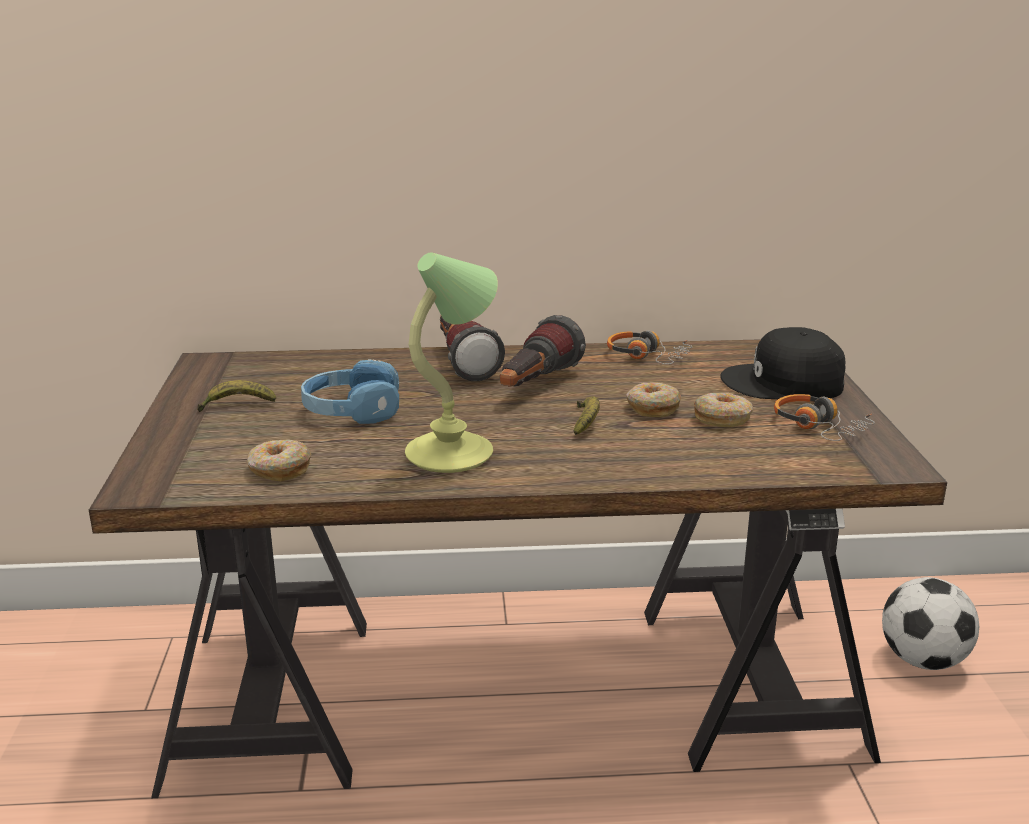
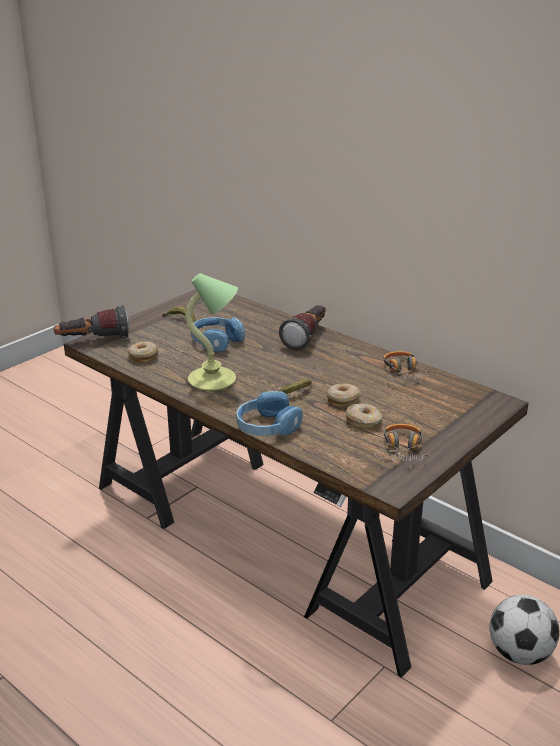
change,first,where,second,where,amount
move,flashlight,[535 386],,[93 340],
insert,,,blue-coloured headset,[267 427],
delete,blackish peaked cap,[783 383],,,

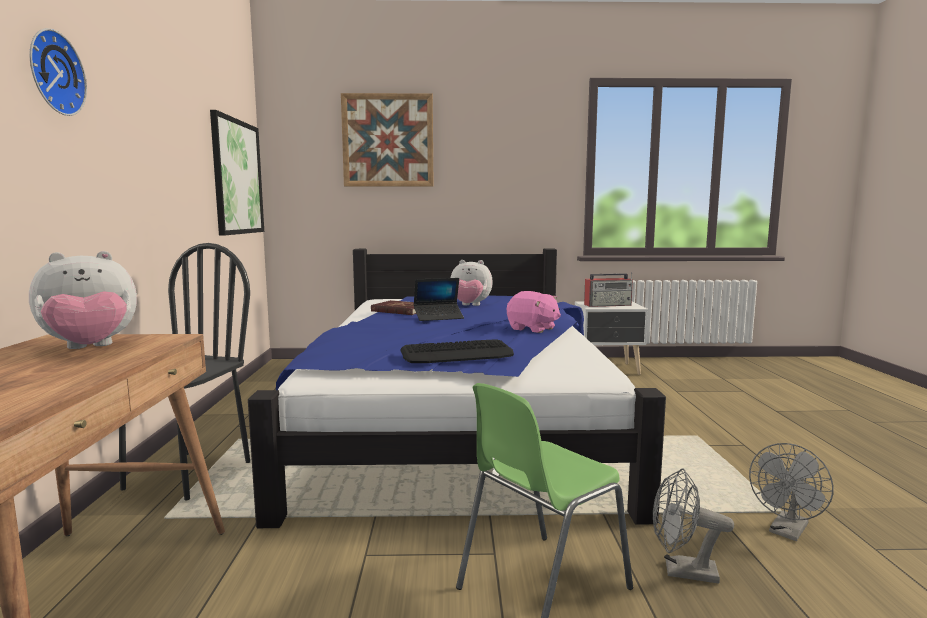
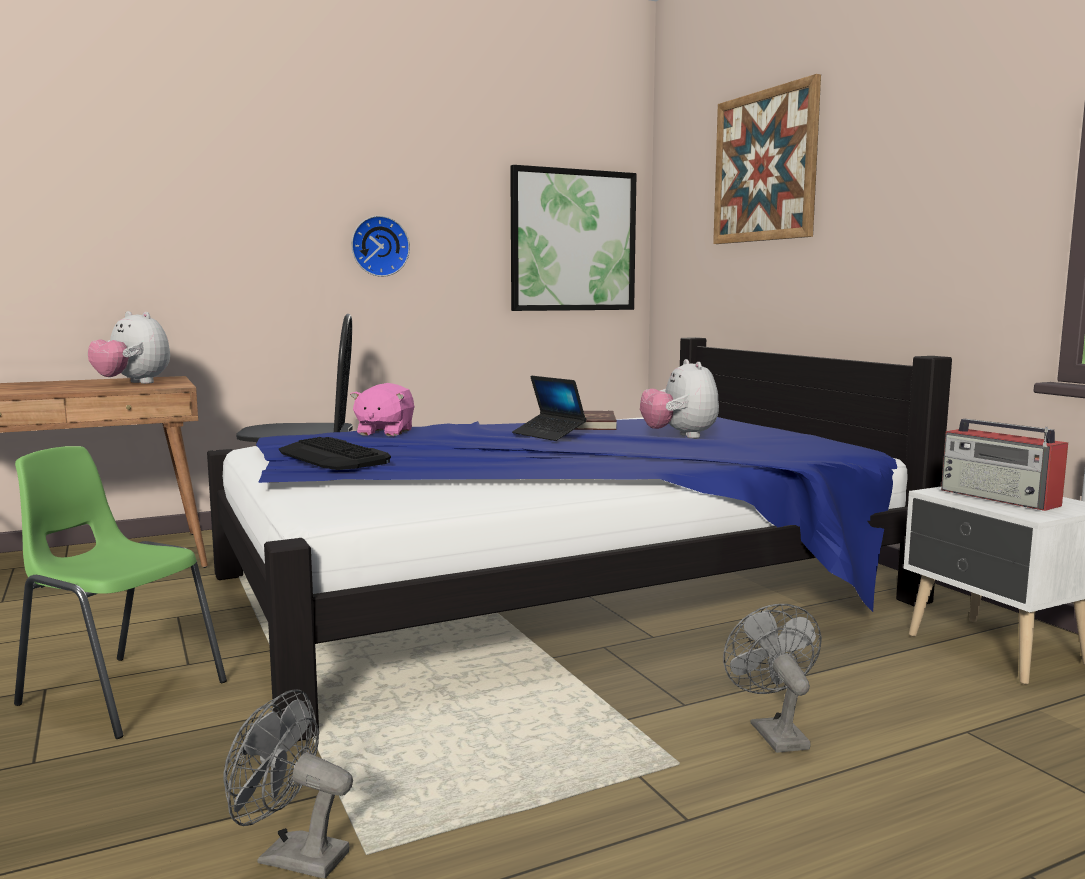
change,first,where,second,where,amount
move,pink soft toy,[532 329],,[384 432],
move,hanging clock,[52 73],,[379 246],
move,grey cooling fan,[682 571],,[773 732],

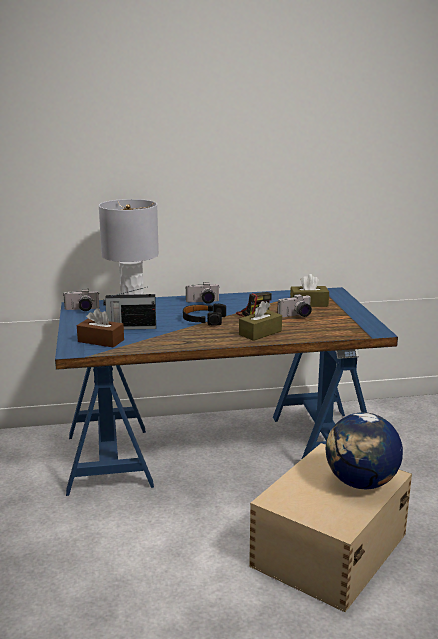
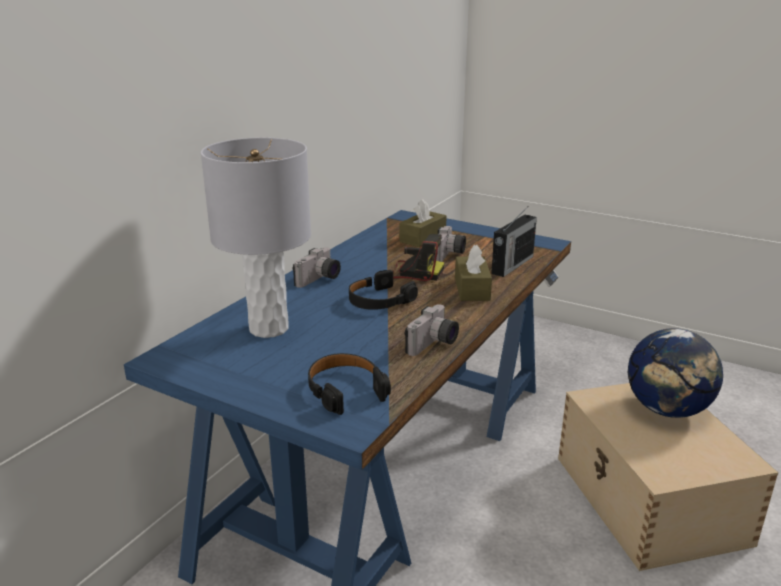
change,first,where,second,where,amount
replace,brown-coloured tissue holder,[101 341],blackish headset,[345 390],
move,photo camera,[81 310],,[434 345],
move,radio set,[130 327],,[511 265],

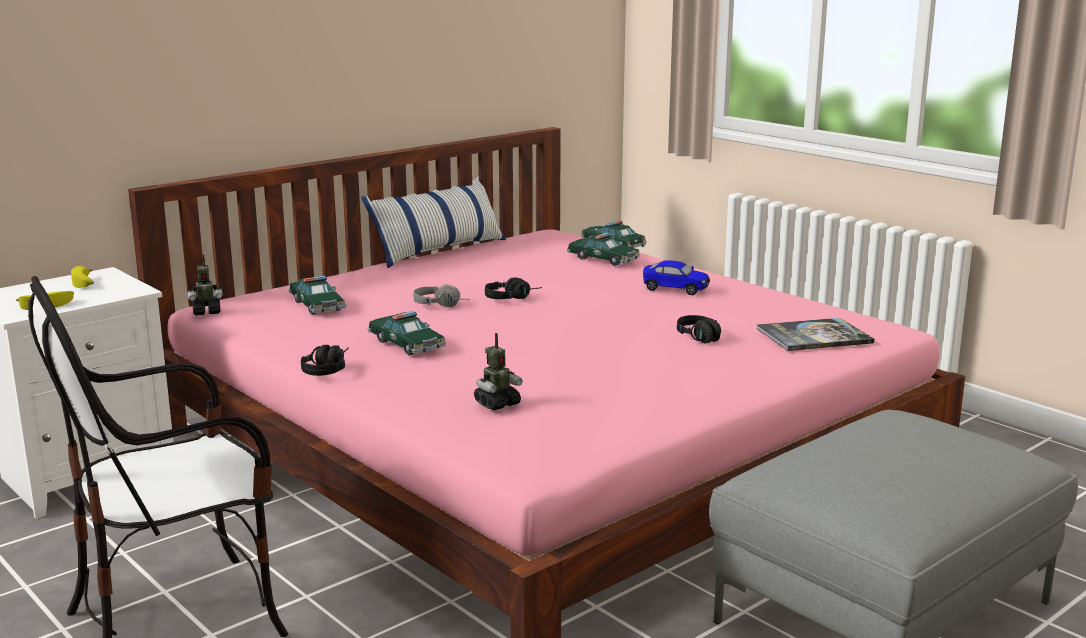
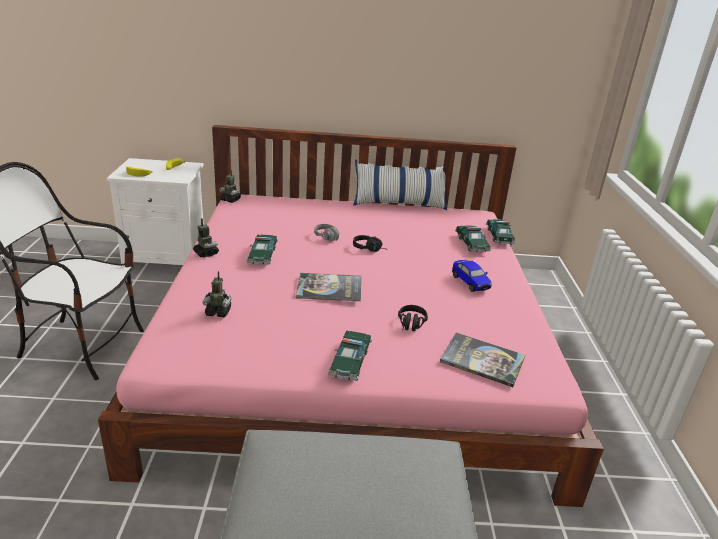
change,first,where,second,where,amount
replace,blackish headset,[328 369],model robot,[206 253],
insert,,,bound book,[329 288],
move,toy car,[317 305],,[350 361],

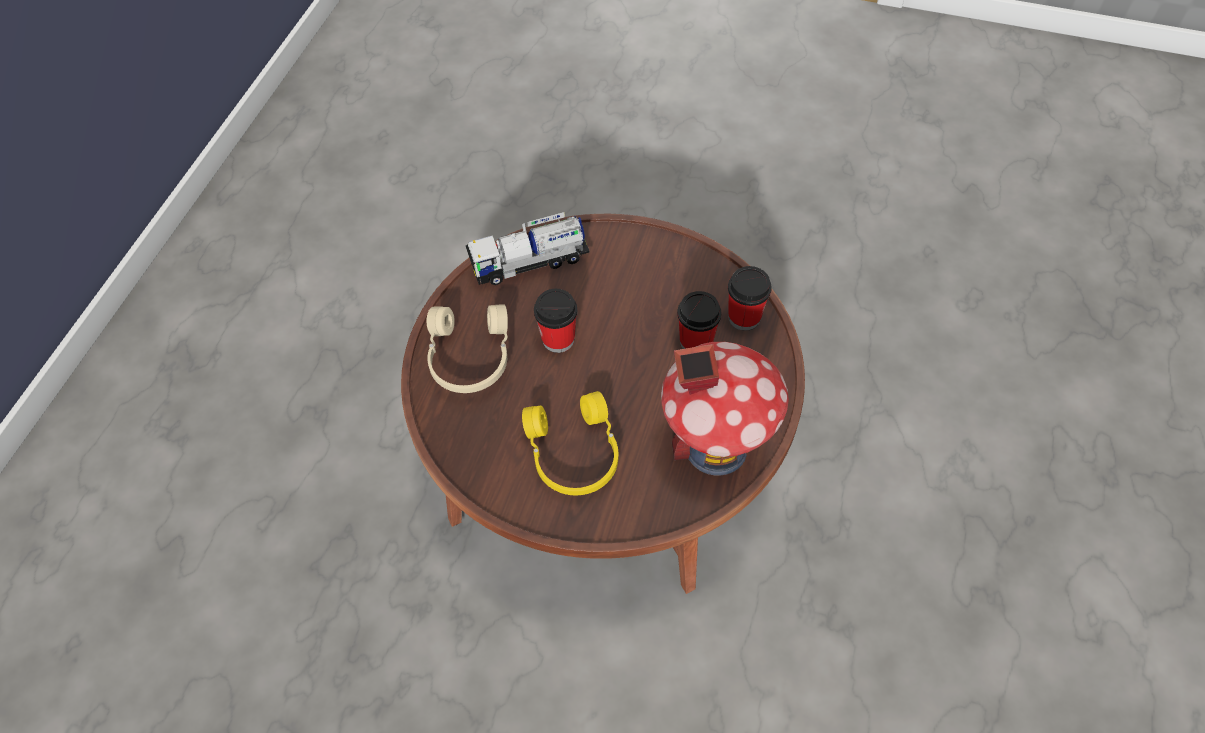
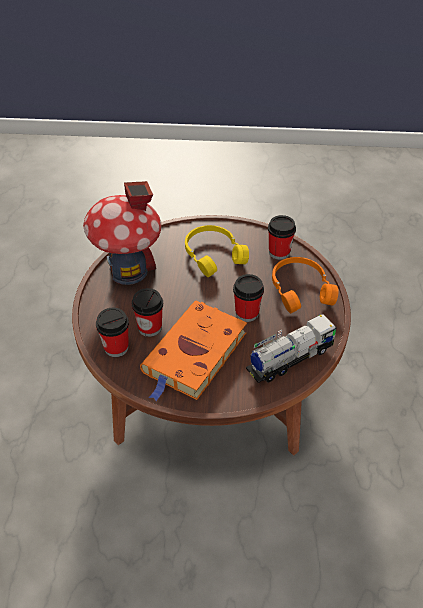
change,first,where,second,where,amount
insert,,,orange-coloured bound book,[194 355],
insert,,,small cup,[279 252],
recolor,beige-coloured headset,[468 357],orange-coloured headset,[301 289],

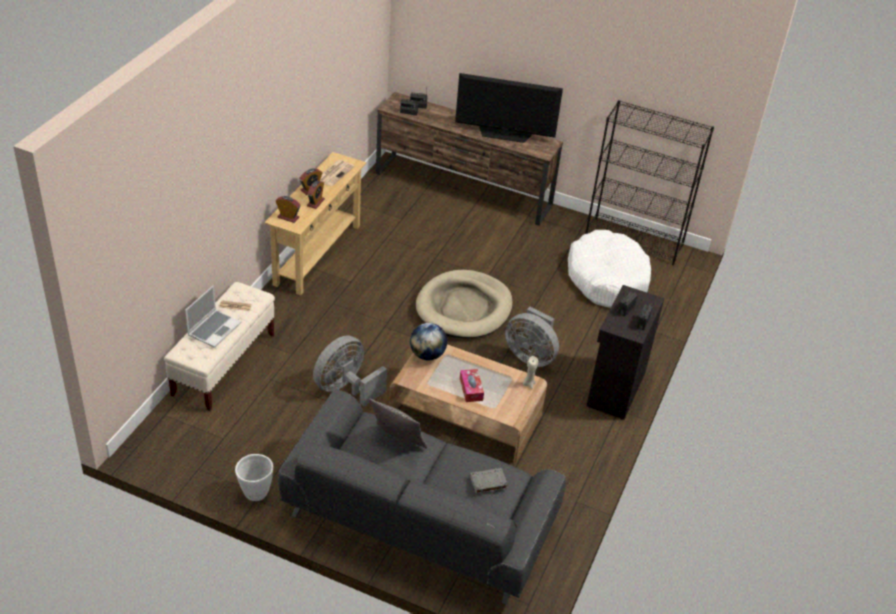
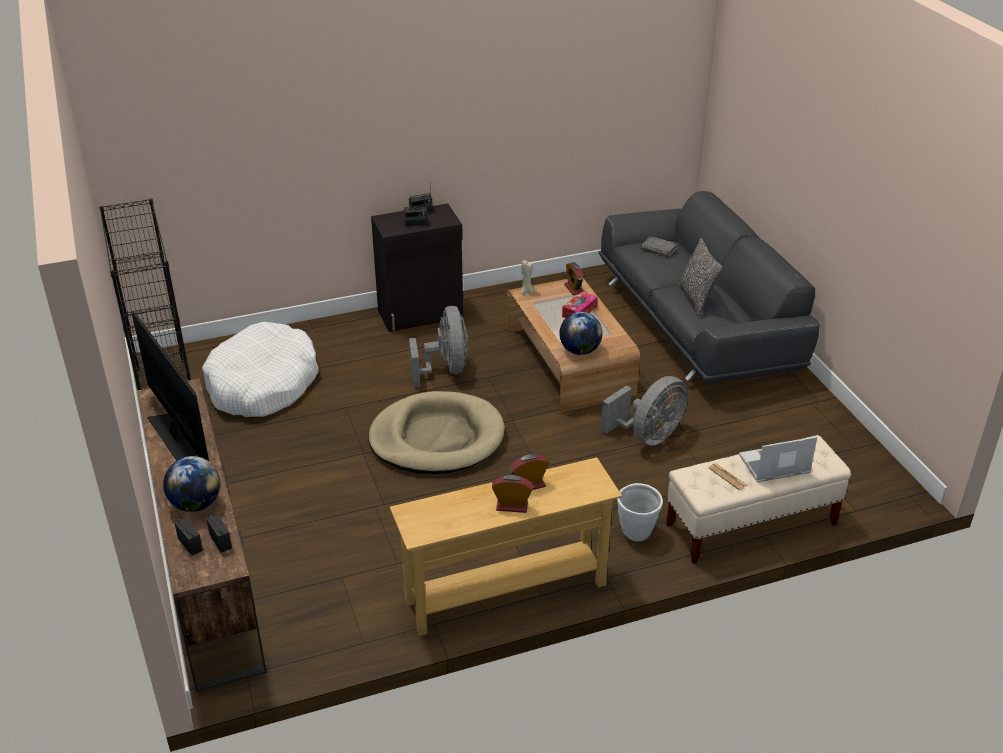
change,first,where,second,where,amount
insert,,,world globe,[196 504],
move,alarm clock,[288 217],,[573 288],
rotate,grey cooling fan,[346 388],,[648 436],45 degrees counterclockwise
move,white planter,[255 493],,[637 533],
delete,printed paper,[334 173],,,

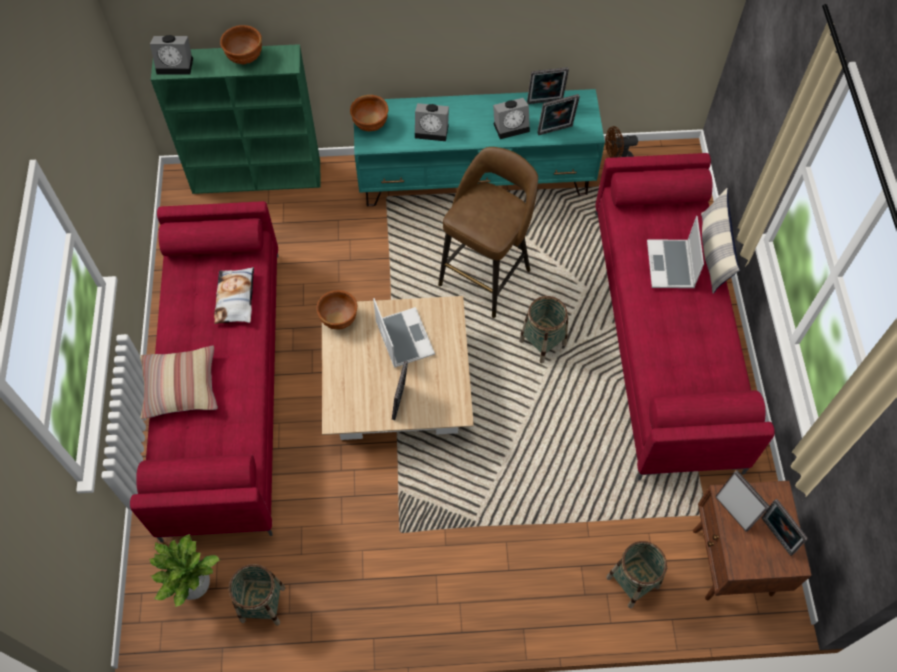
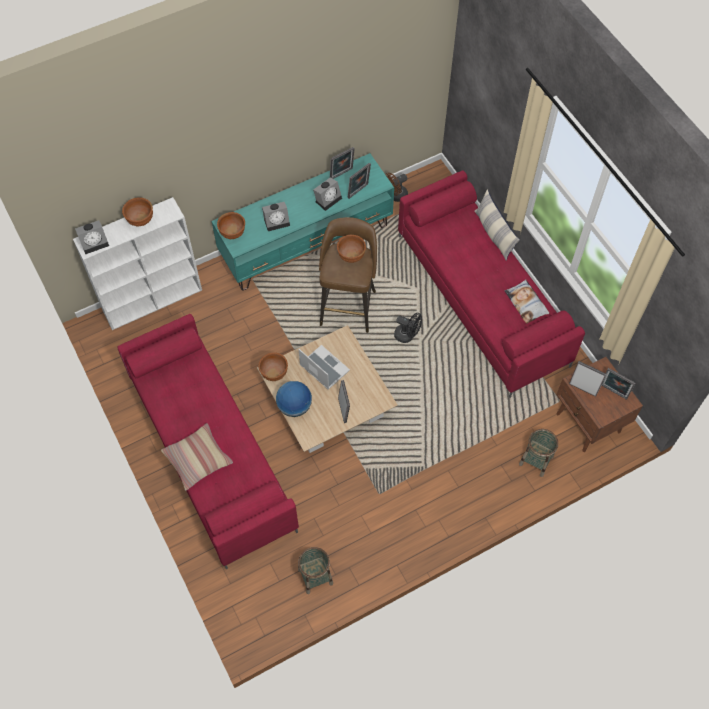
change,first,where,second,where,amount
recolor,greenish bookshelf,[258 177],white bookshelf,[153 299],
insert,,,world globe,[294 406],
insert,,,brown-coloured bowl,[351 255],
replace,storage basket,[542 342],blackish cooling fan,[407 335],
move,pillow,[236 298],,[526 303],
delete,plant in a pot,[195 585],,,
delete,notebook computer,[671 266],,,

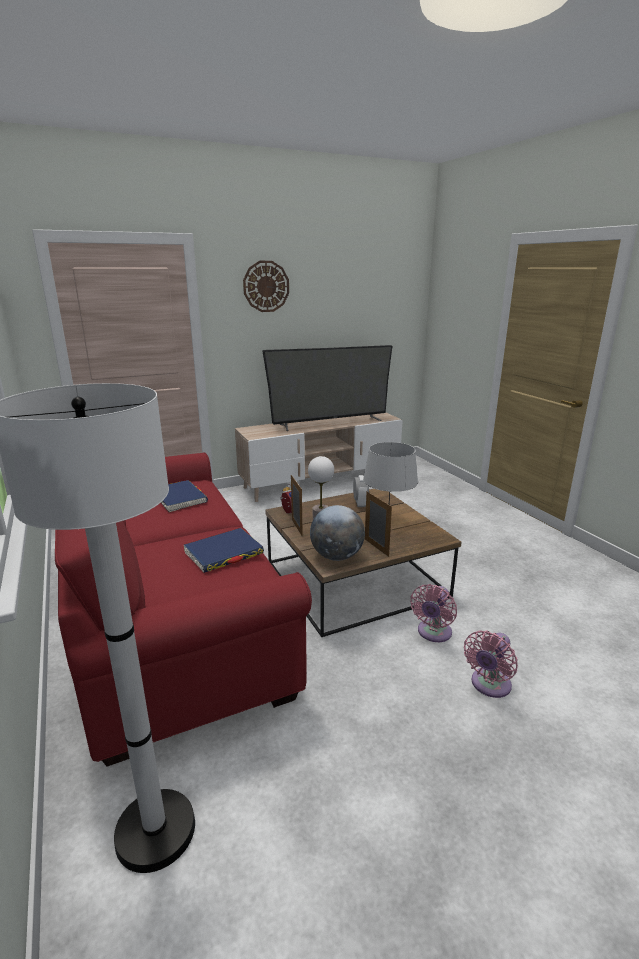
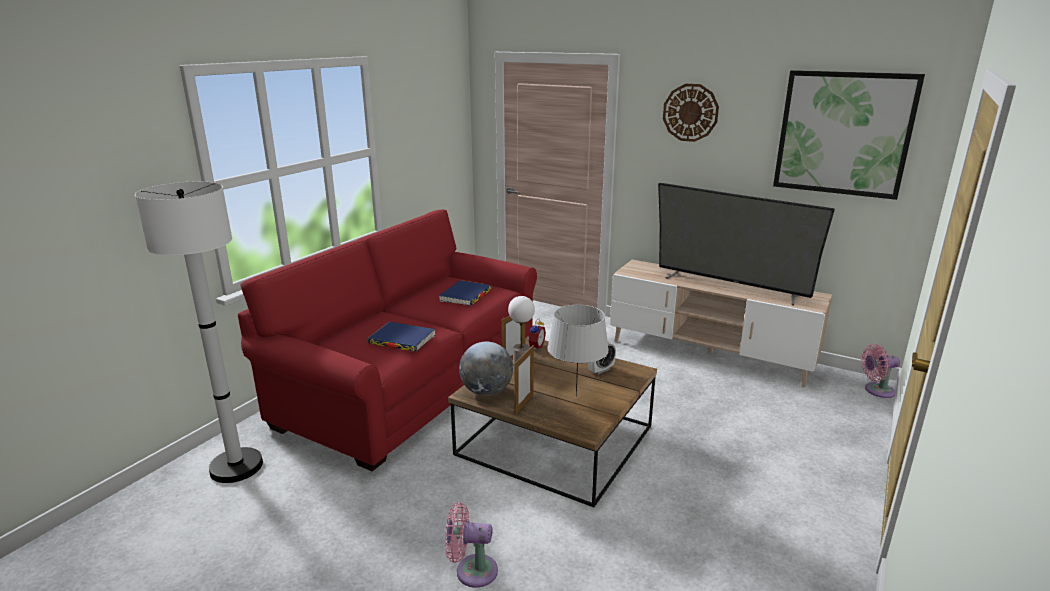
change,first,where,second,where,amount
insert,,,picture,[843 133],
move,pink cooling fan,[433 633],,[876 391],

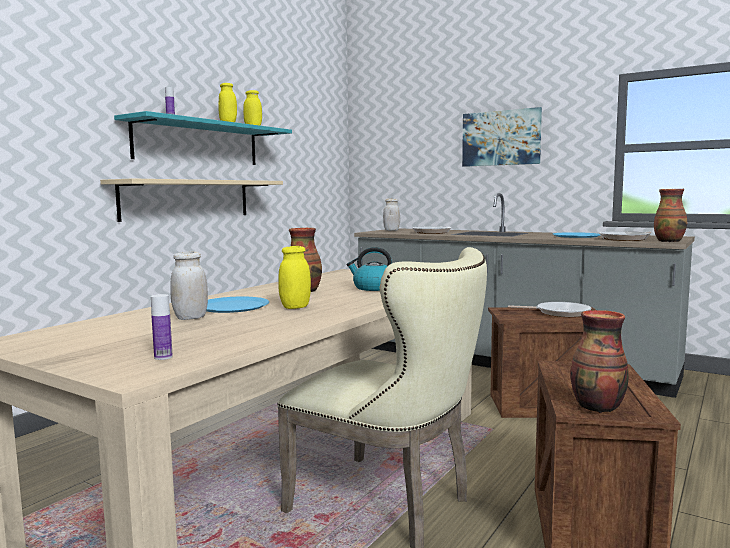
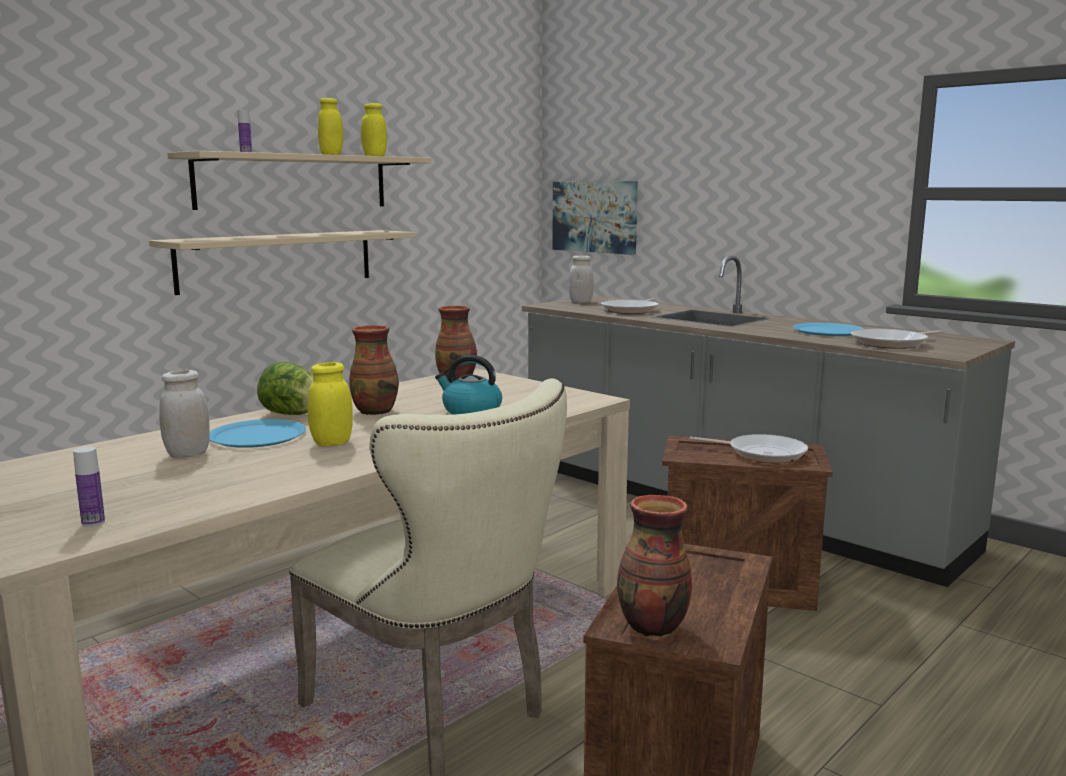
change,first,where,second,where,amount
recolor,blue-green wall shelf,[198 143],beige-coloured wall shelf,[294 182],
insert,,,lettuce,[292 414],
move,decorative vase,[669 241],,[457 380],
move,picture,[501 138],,[595 216],

